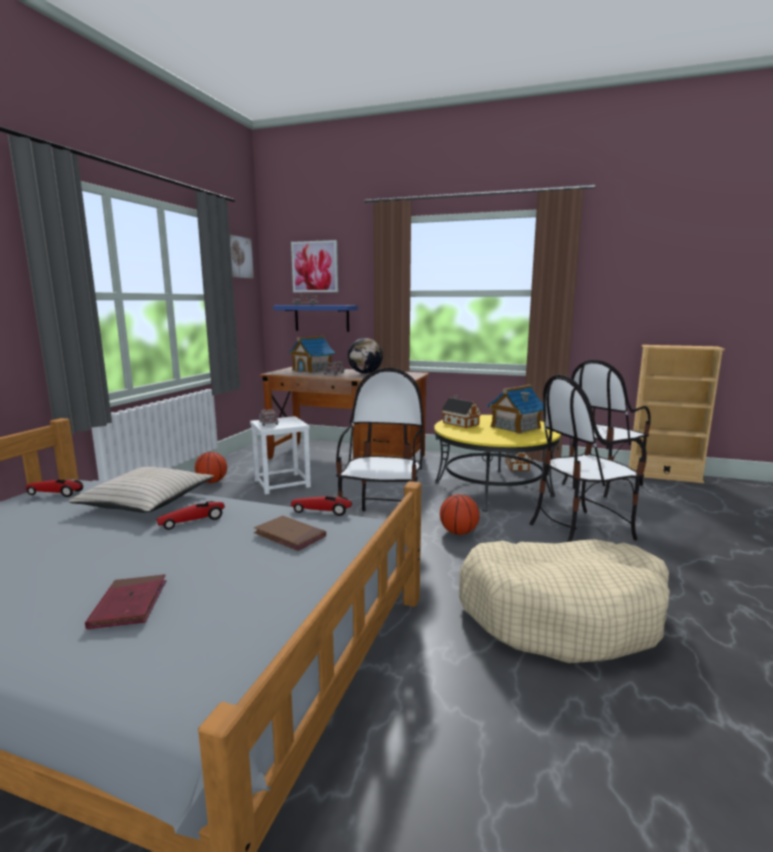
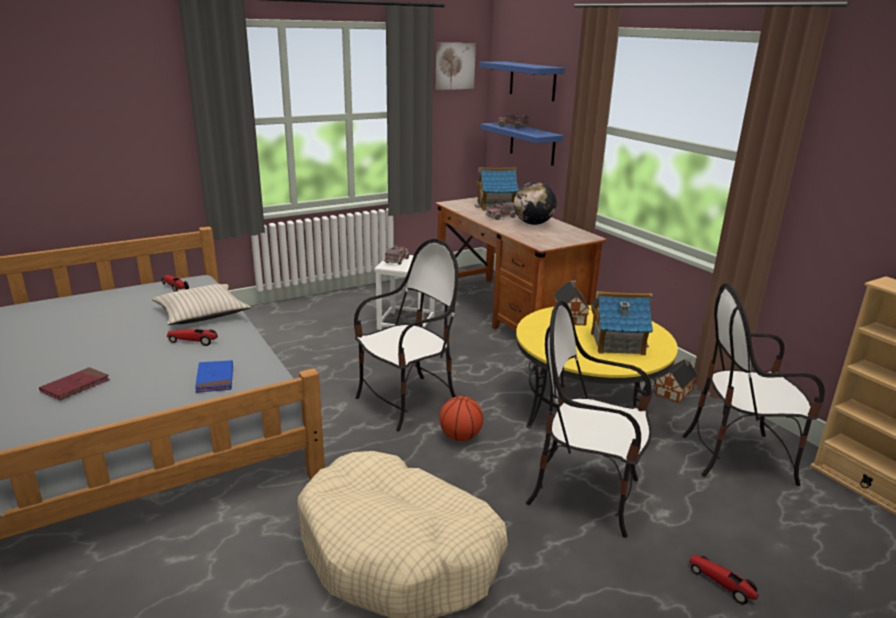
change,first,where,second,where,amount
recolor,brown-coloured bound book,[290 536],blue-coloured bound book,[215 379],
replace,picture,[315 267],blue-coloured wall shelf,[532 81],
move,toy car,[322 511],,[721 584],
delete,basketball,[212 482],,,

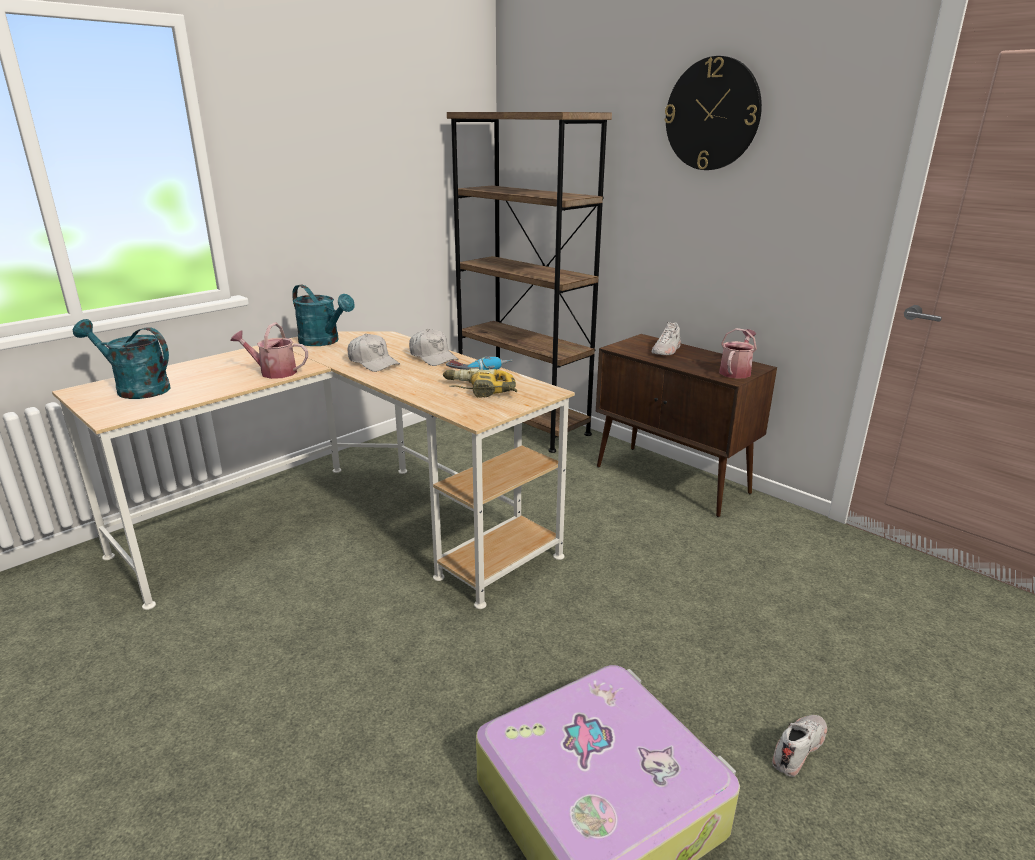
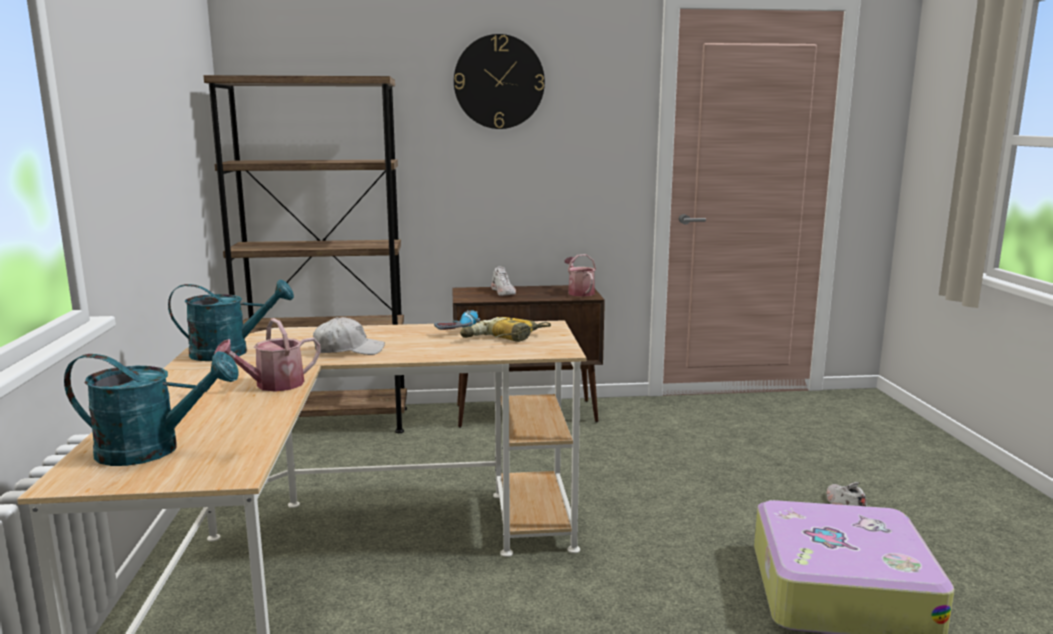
change,first,where,second,where,amount
rotate,blue-green sprinkling can,[135 389],,[153 450],150 degrees counterclockwise
delete,white peaked cap,[433 357],,,

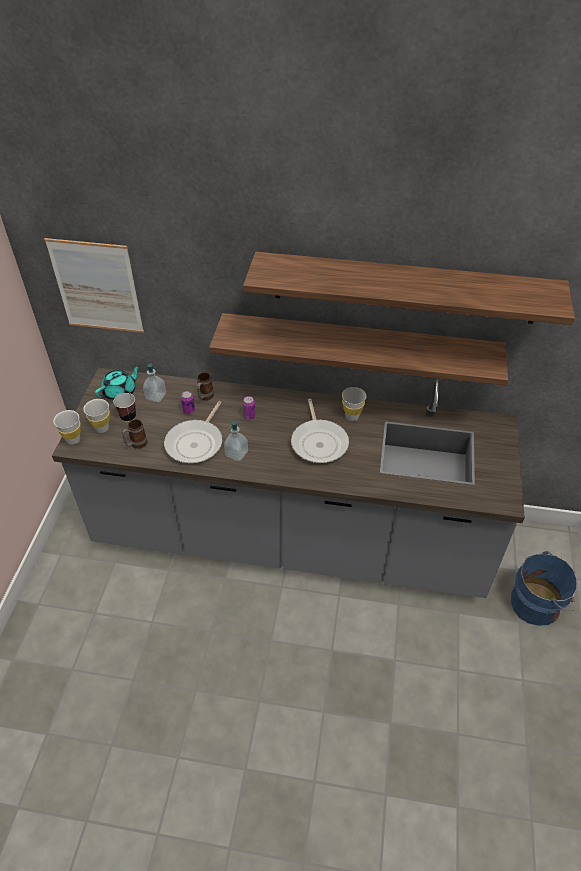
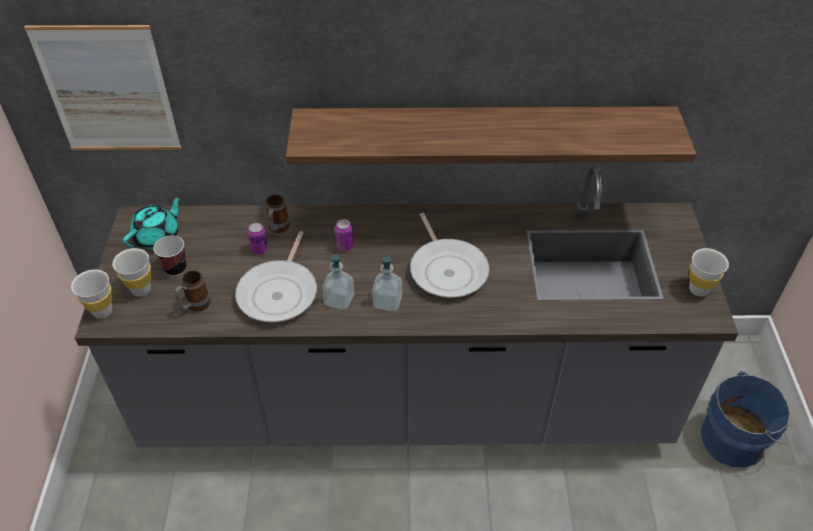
change,first,where,second,where,amount
move,soap dispenser,[156 396],,[387 301],
move,white small cup,[352 416],,[698 289],
delete,wall shelf,[404 288],,,

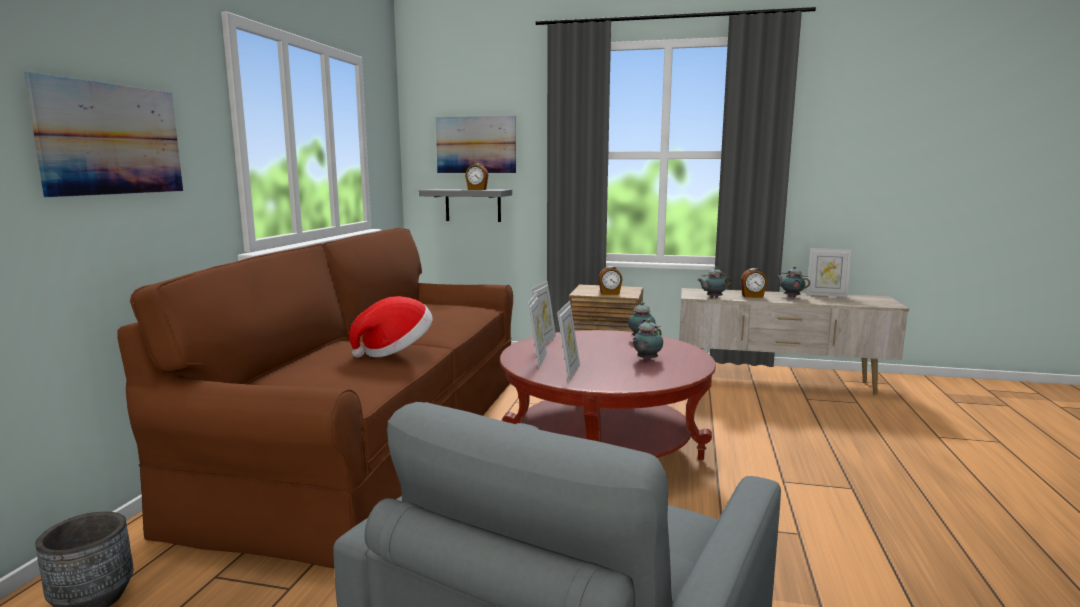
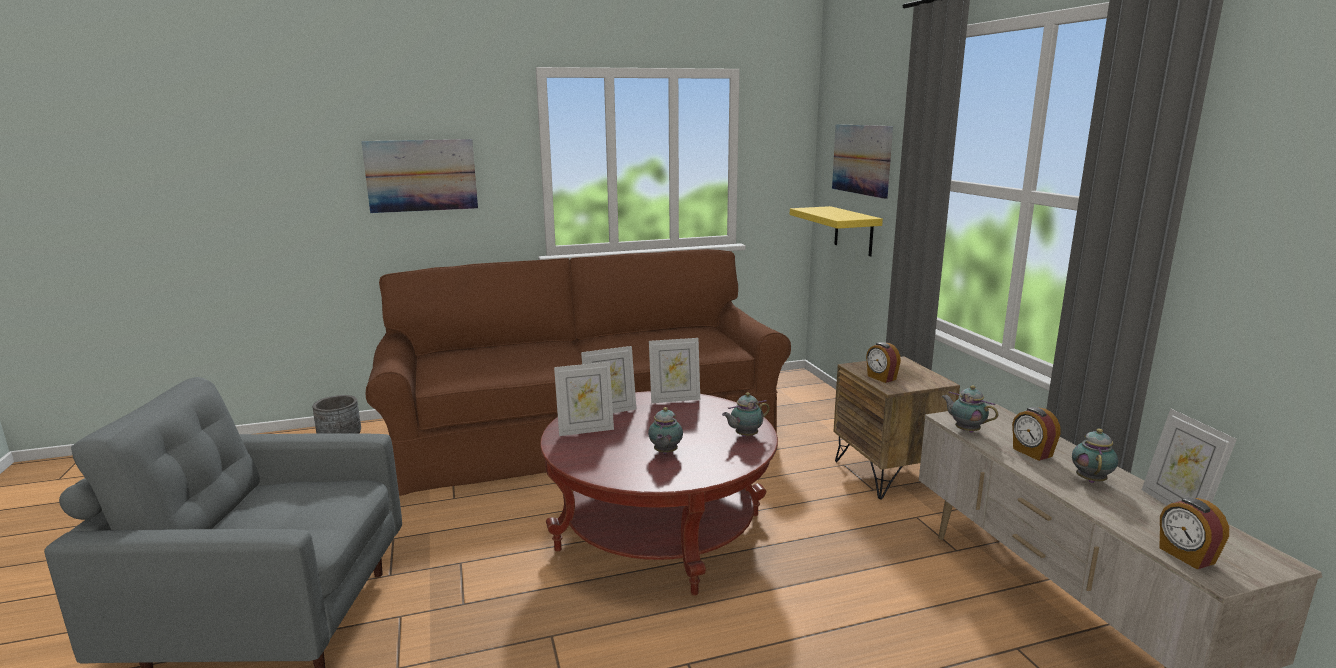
change,first,where,second,where,amount
rotate,pot for tea,[646 360],,[665 453],90 degrees counterclockwise
recolor,grey wall shelf,[473 205],yellowish wall shelf,[853 231],
move,alarm clock,[477 189],,[1186 556],
delete,wearable hat,[395 351],,,

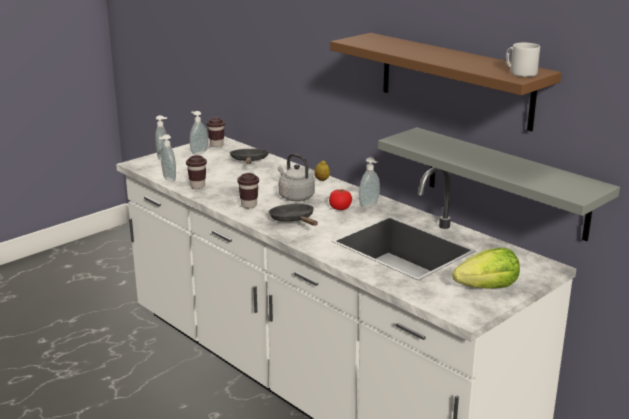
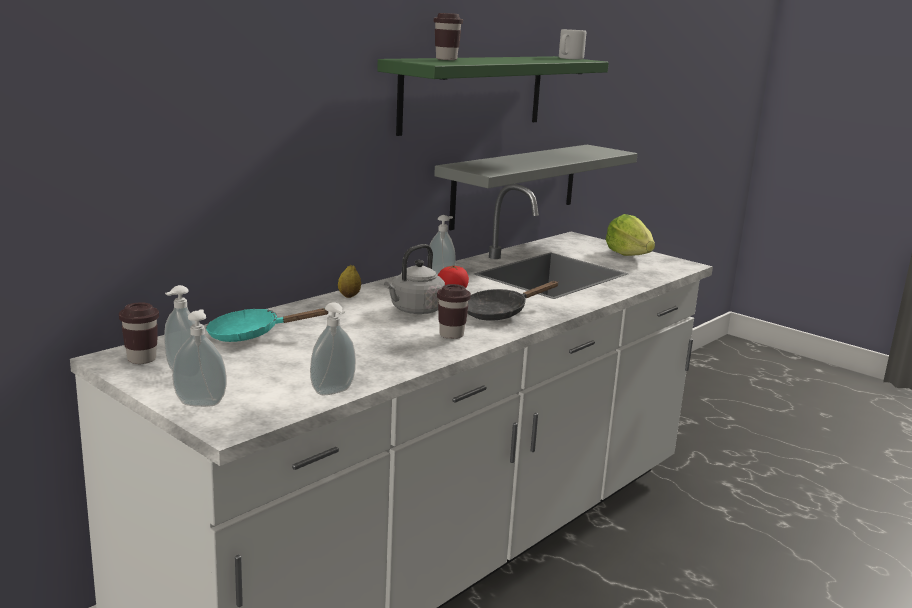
change,first,where,second,where,amount
recolor,blackish frying pan,[249 161],blue-green frying pan,[251 335],
recolor,brown-coloured wall shelf,[455 80],greenish wall shelf,[473 93],
move,brown-coloured small cup,[197 186],,[446 59],

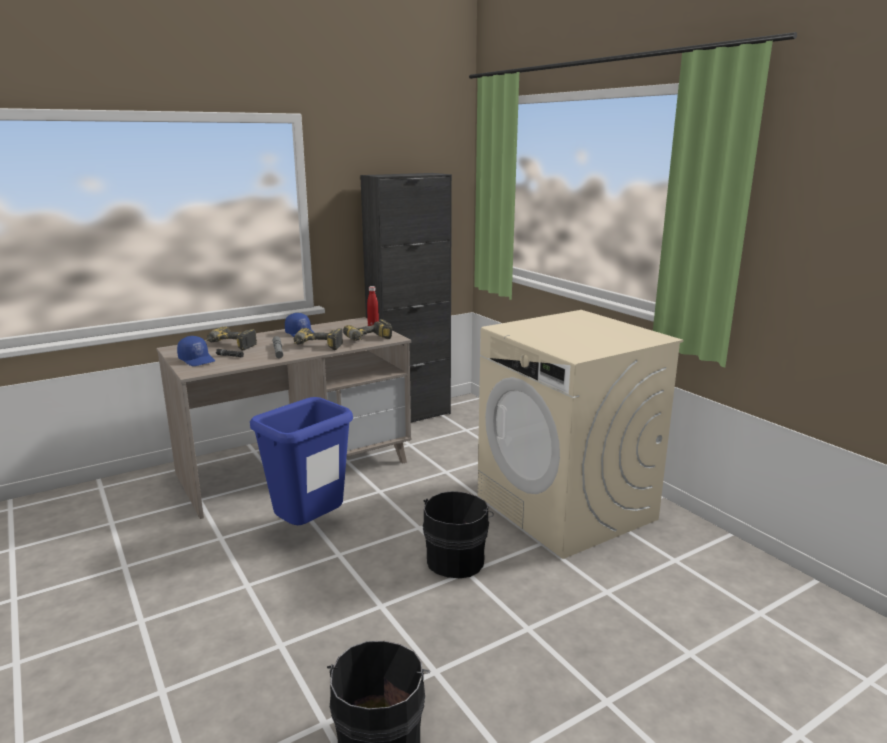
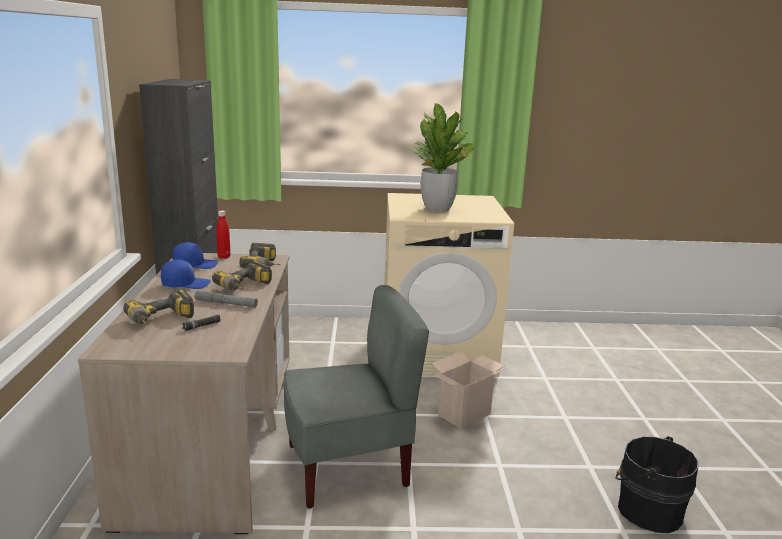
change,first,where,second,where,amount
move,blue-coloured peaked cap,[197 360],,[195 265],
replace,blue-coloured waste bin,[309 529],grey plain chair,[348 467],
insert,,,plant in a pot,[438 209],
replace,blackish pail,[457 559],packing box,[464 413],

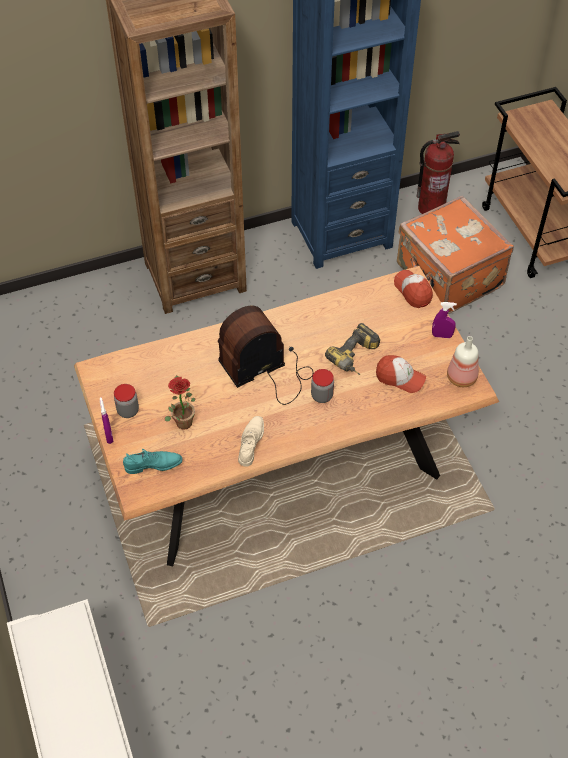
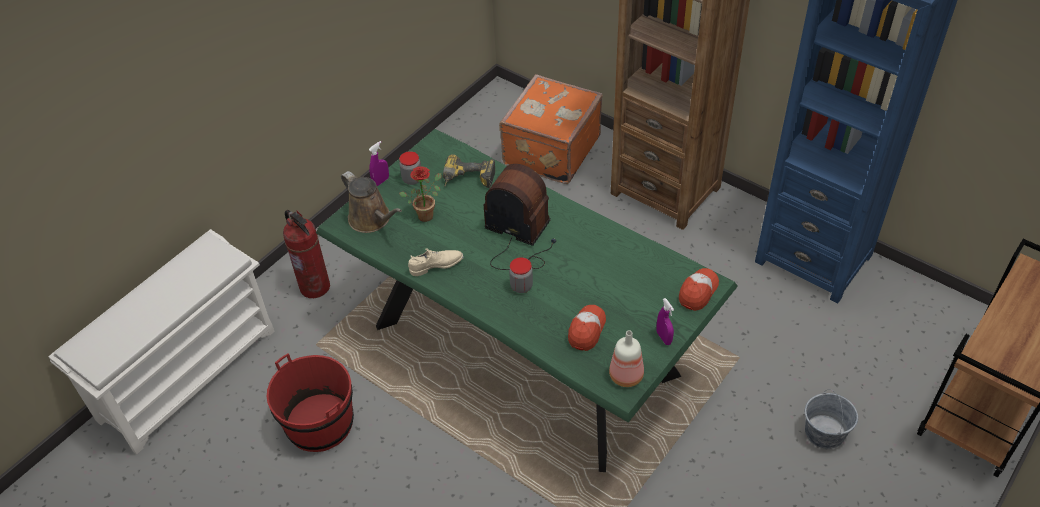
change,first,where,second,where,amount
insert,,,red pail,[320 423],
move,extinguisher,[431 208],,[315 287],
recolor,brown-coloured kitchen table,[283 466],greenish kitchen table,[525 350],
replace,blue-green low shoe,[153 465],brown-coloured sprinkling can,[372 219],
move,power drill,[356 358],,[467 181],
move,orange-coloured piece of luggage,[448 277],,[550 150],
rotate,peaked cap,[400 378],,[586 330],150 degrees counterclockwise
insert,,,grey pail,[824 432],

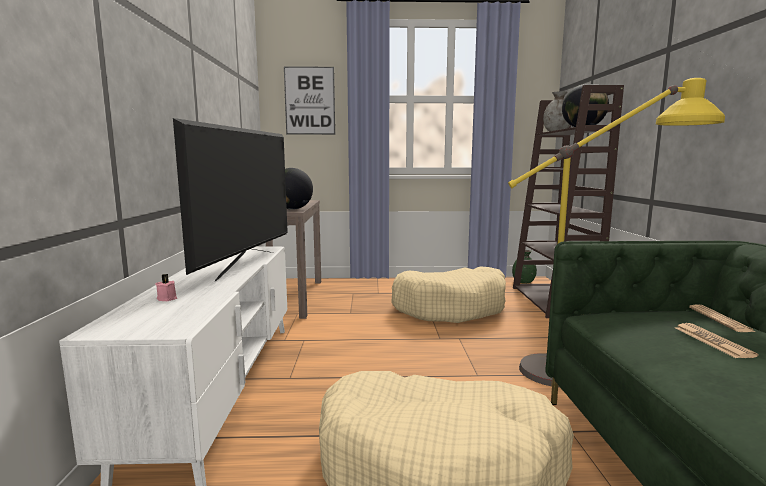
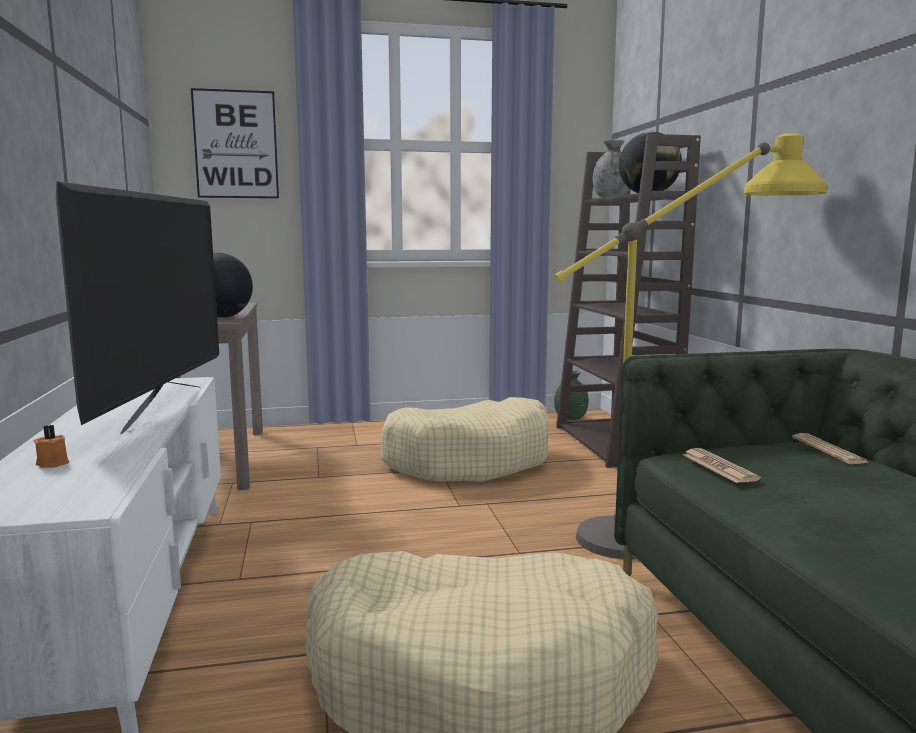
change,first,where,second,where,amount
recolor,pink wax candle,[167 298],orange-coloured wax candle,[53 463],
move,printed paper,[712 341],,[719 467],

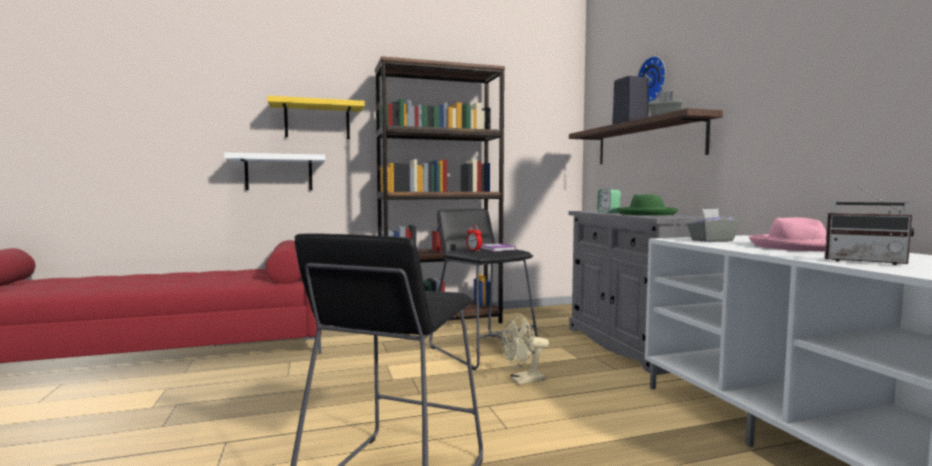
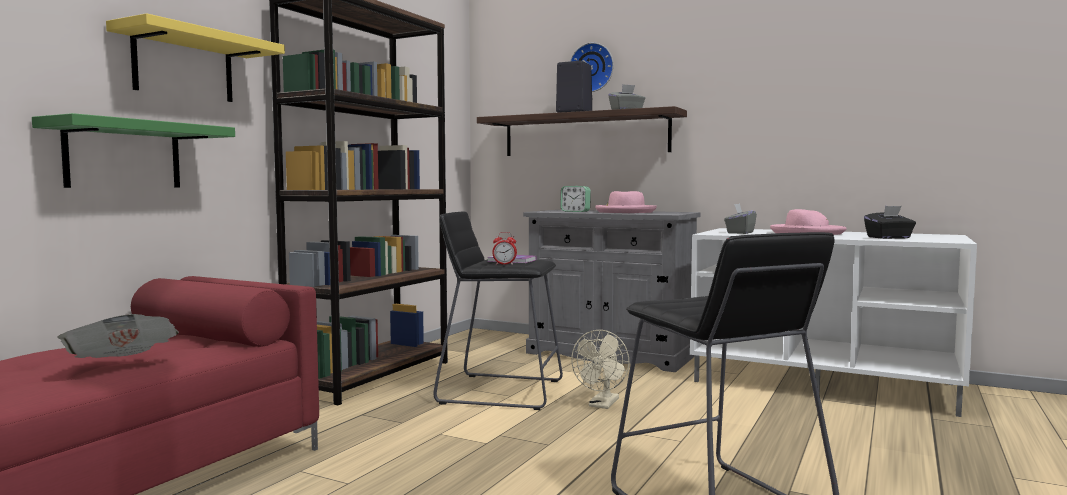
change,first,where,second,where,amount
recolor,white wall shelf,[279 173],greenish wall shelf,[123 155],
insert,,,printed paper,[122 366],
recolor,greenish wearable hat,[646 214],pink wearable hat,[625 212],
replace,radio set,[864 261],blackish tissue holder,[889 238],

